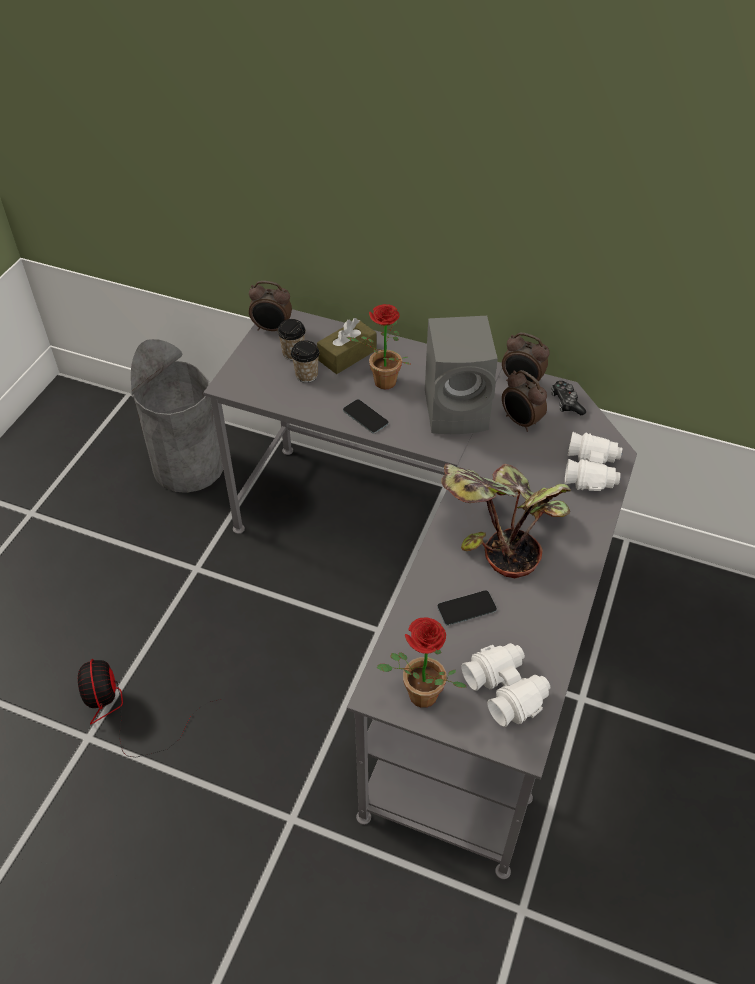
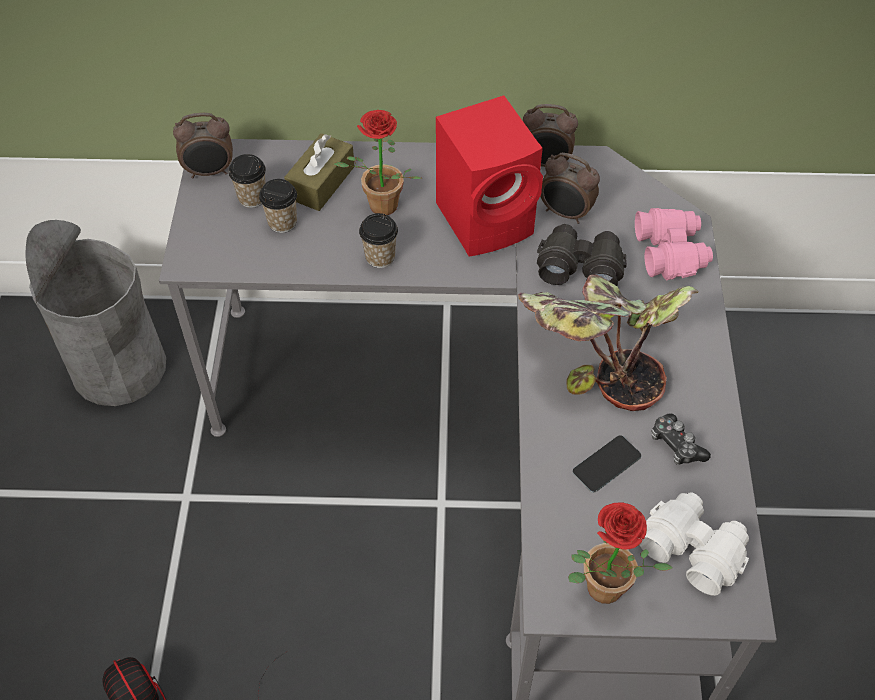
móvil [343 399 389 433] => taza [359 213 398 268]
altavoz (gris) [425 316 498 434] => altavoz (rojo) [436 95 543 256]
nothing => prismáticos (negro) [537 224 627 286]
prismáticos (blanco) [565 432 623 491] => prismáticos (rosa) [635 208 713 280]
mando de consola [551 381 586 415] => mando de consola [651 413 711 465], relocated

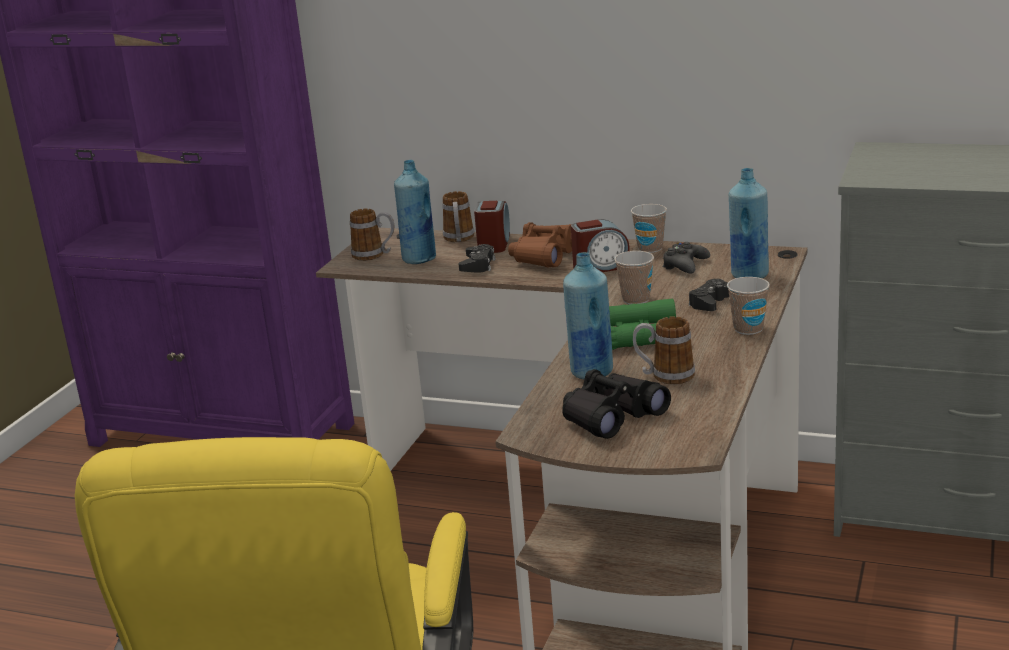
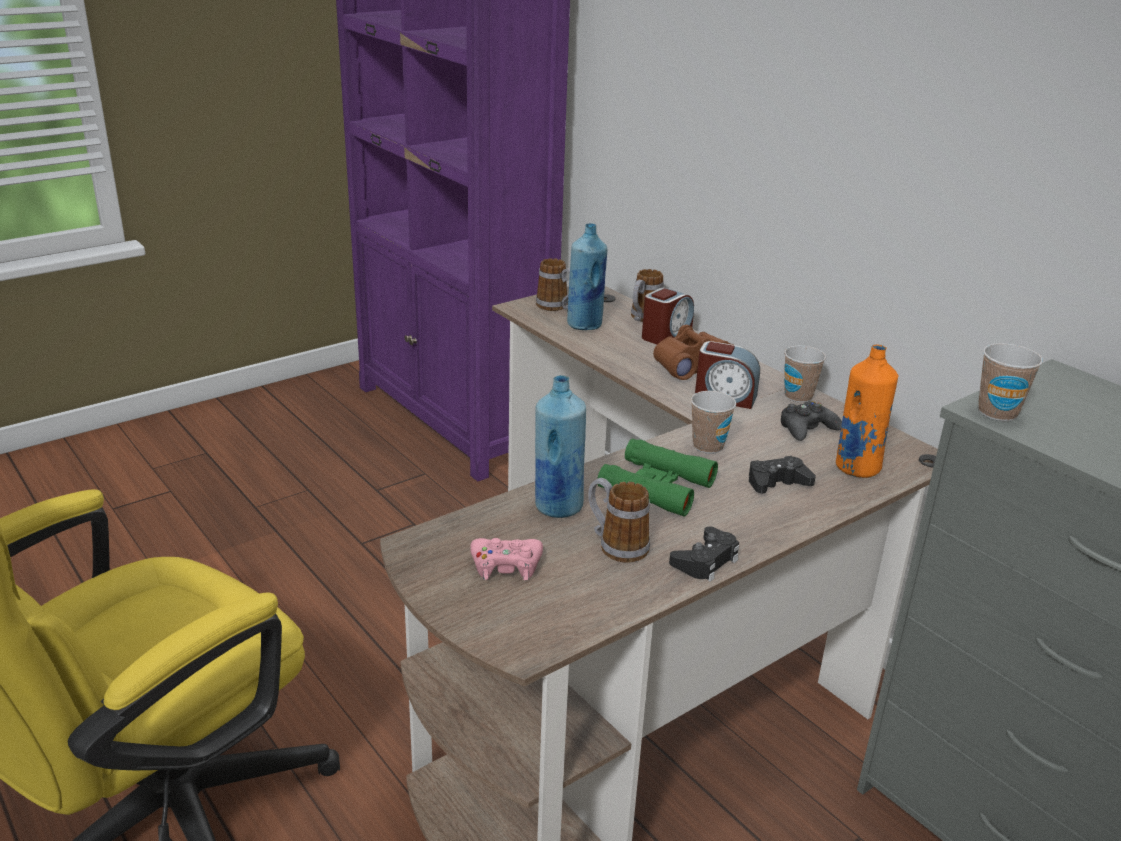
prismáticos (negro) [562 369 671 439] => mando de consola (rosa) [470 538 543 580]
mando de consola (negro) [458 244 496 273] => mando de consola (negro) [669 526 739 582], relocated
botella (azul) [729 168 769 278] => botella (naranja) [836 344 899 478]
taza [727 277 770 335] => taza [978 343 1043 421], relocated

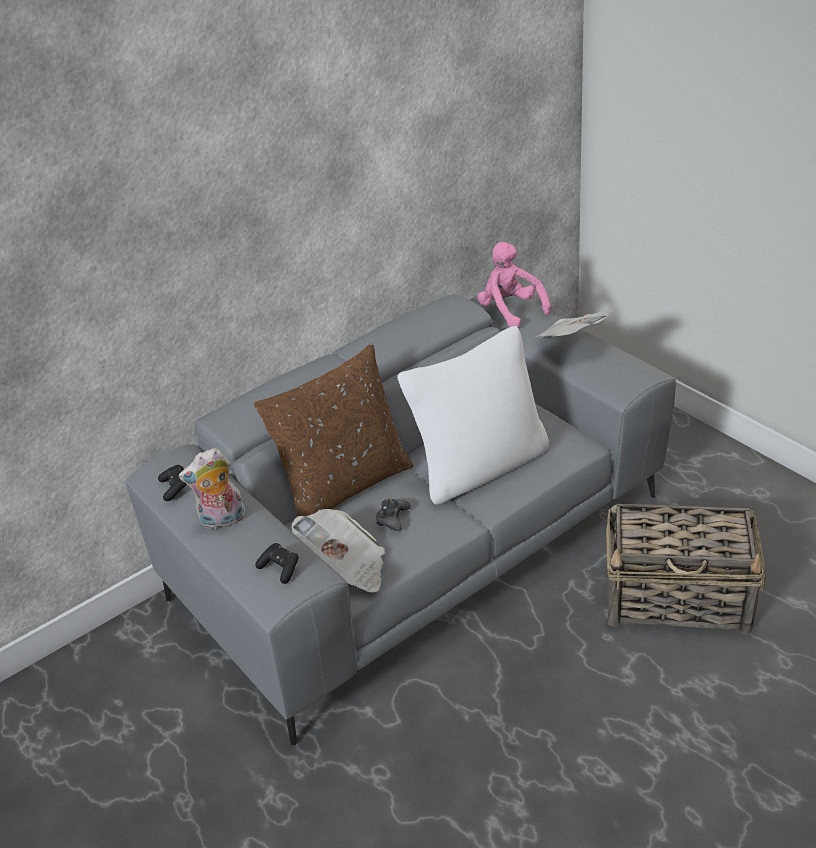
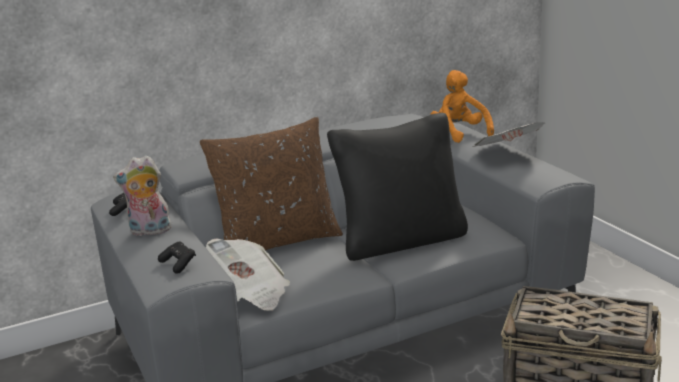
cojín (blanco) [397 326 549 505] => cojín (negro) [327 113 468 261]
peluche (rosa) [477 242 551 327] => peluche (naranja) [430 70 494 143]
mando de consola (negro) [376 498 411 531] => nothing

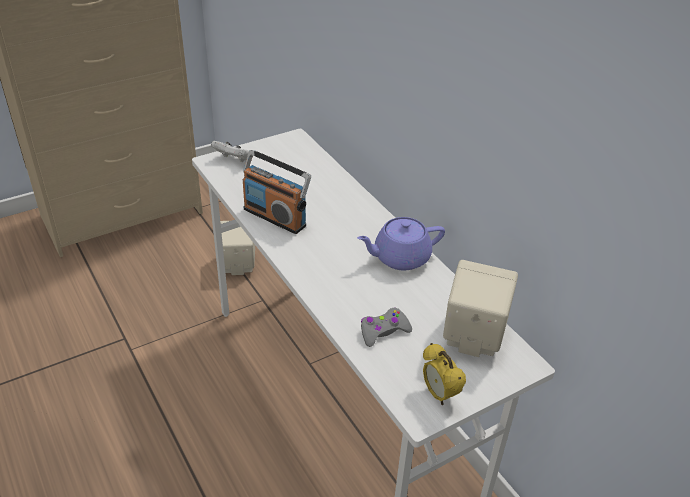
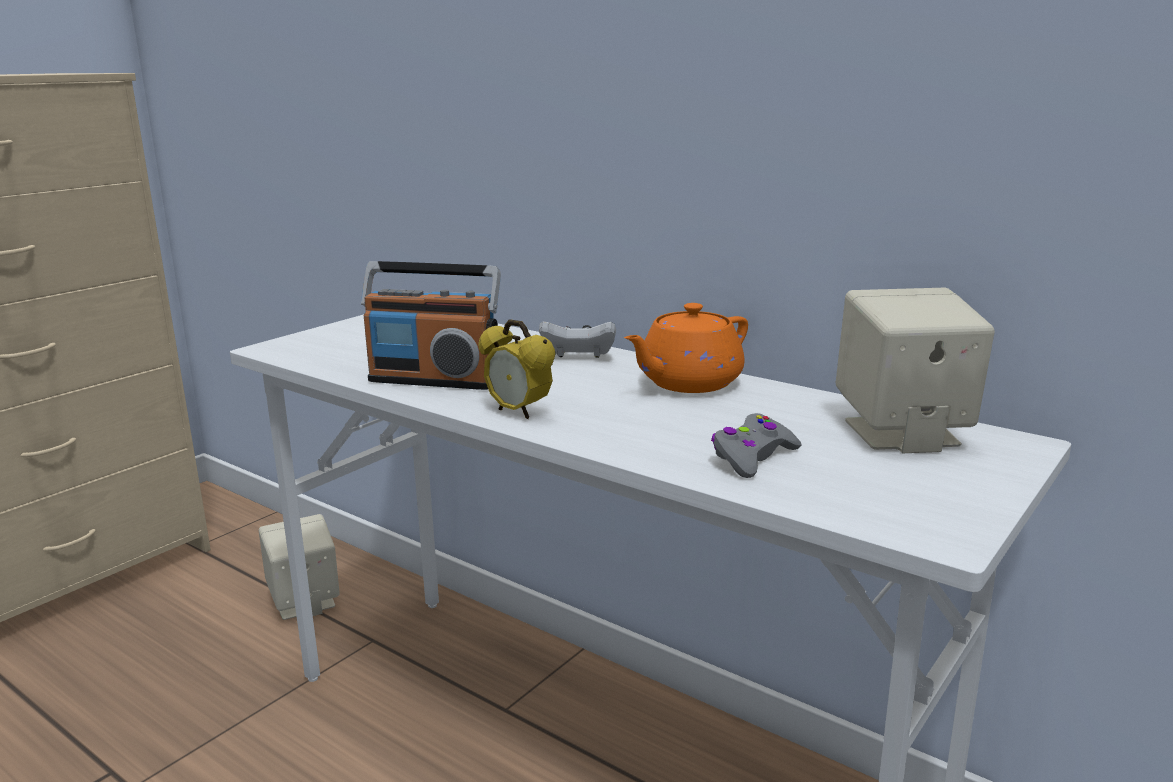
despertador [423 343 466 405] => despertador [479 319 555 419], relocated
mando de consola (blanco) [211 141 249 162] => mando de consola (blanco) [539 321 616 358], relocated
tetera (morado) [357 217 445 270] => tetera (naranja) [624 303 748 393]

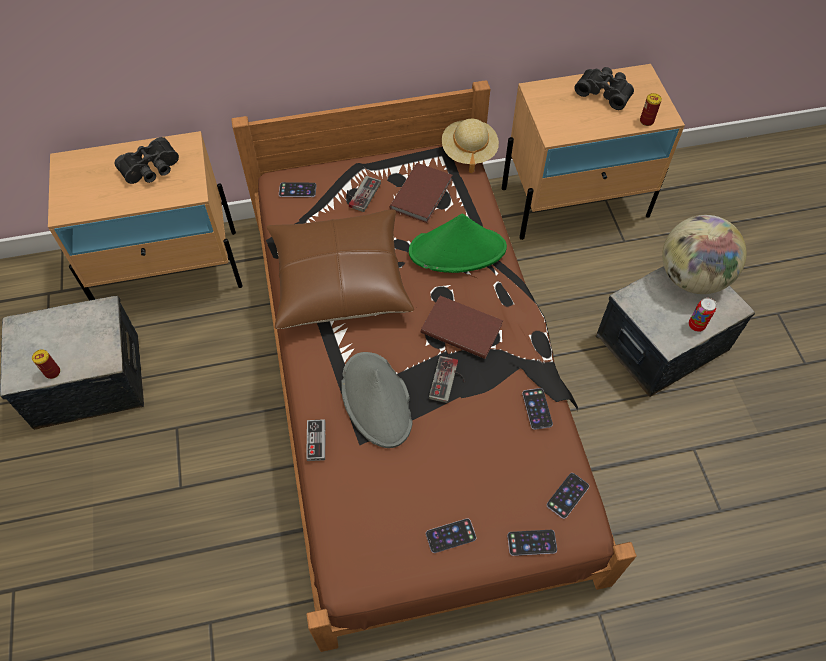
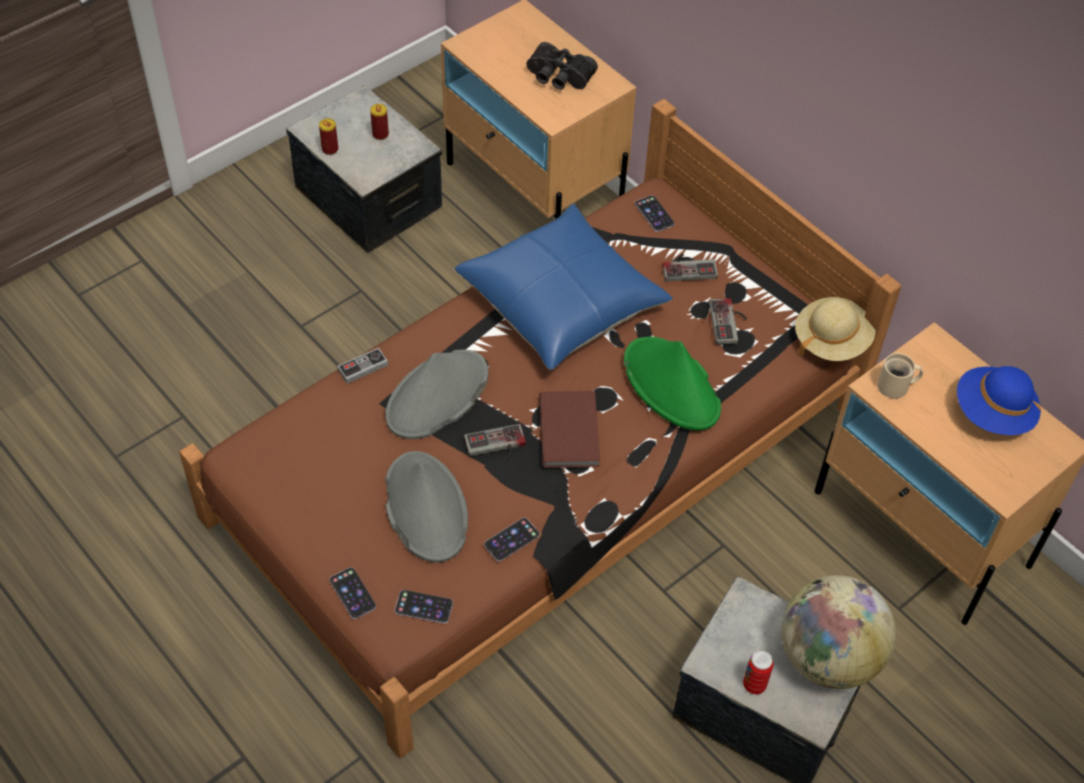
lata [640 93 662 126] => lata [370 104 389 140], relocated
nothing => sombrero (gris) [385 451 468 563]
cojín (marrón) [266 209 414 329] => cojín (azul) [455 204 673 370]
libro (marrón) [389 163 452 223] => mando de consola [709 298 747 345]
nothing => taza grande (beis) [877 353 923 399]
prismáticos (negro) [575 67 634 110] => sombrero (azul) [957 366 1041 435]
móvil [426 518 476 553] => nothing

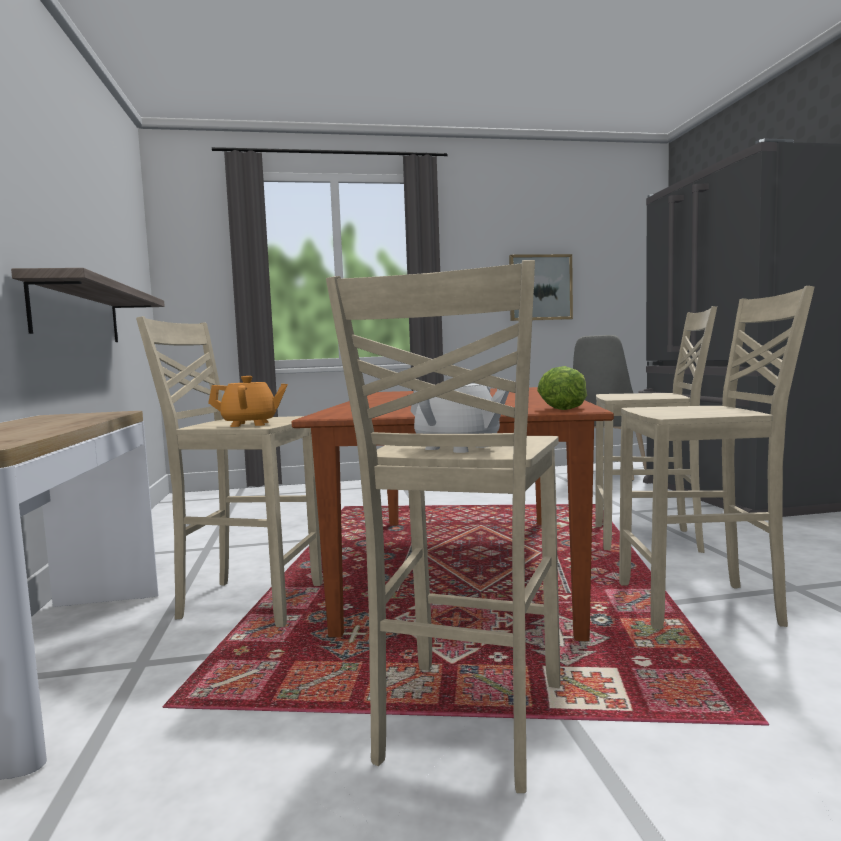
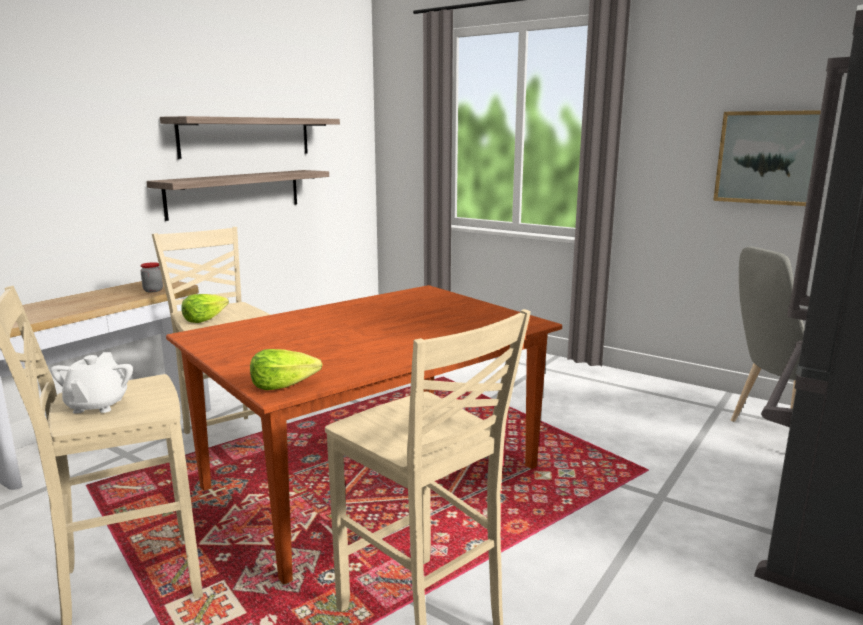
nothing => tarro [140 262 163 292]
nothing => estante [160 116 340 159]
tetera (naranja) [208 376 288 427] => lechuga [181 294 229 323]
taburete (beis) [595 306 717 553] => nothing

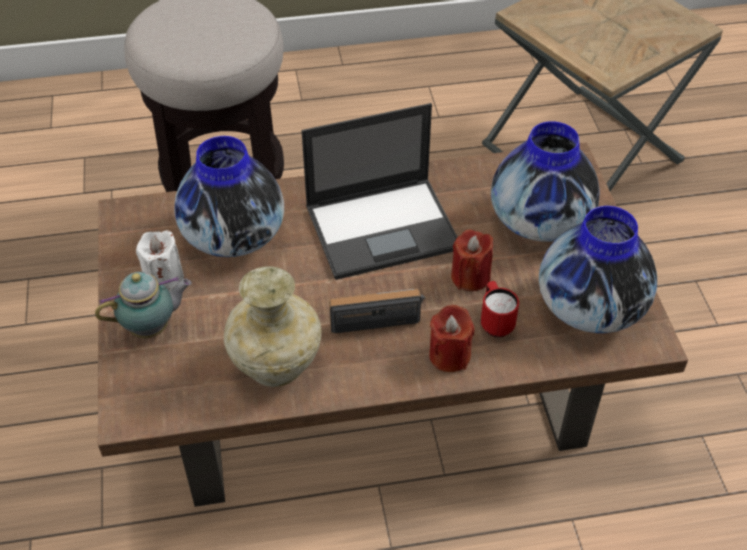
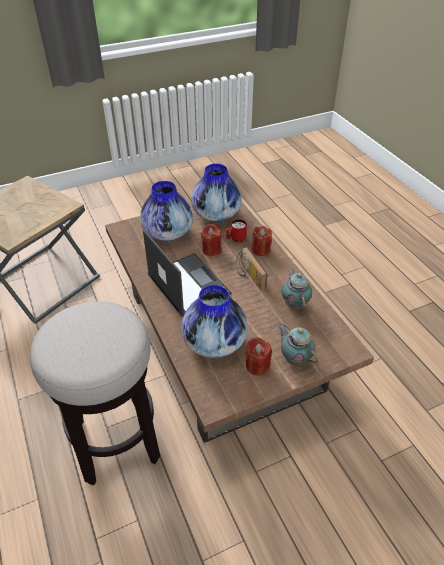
vela (blanco) [136 230 184 289] => vela (rojo) [246 337 272 375]
florero (beis) [224 266 321 387] => tetera [282 268 312 309]

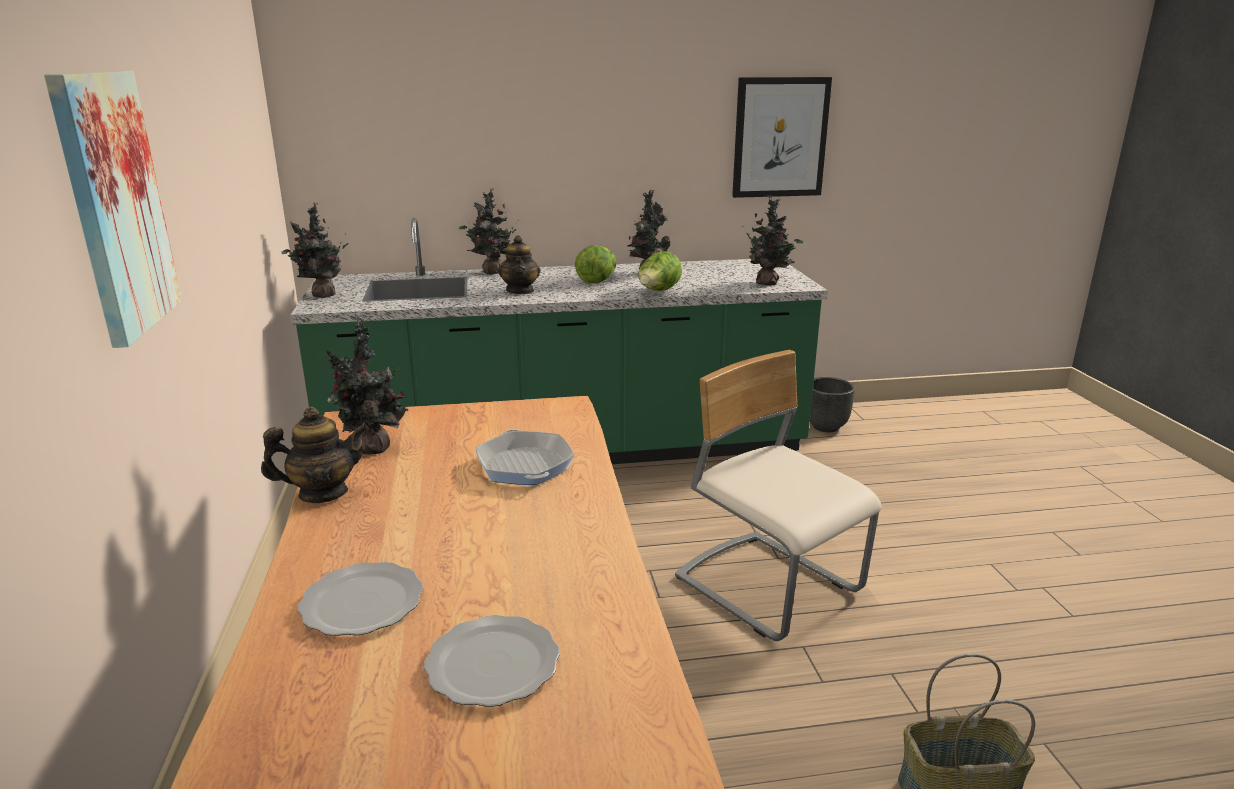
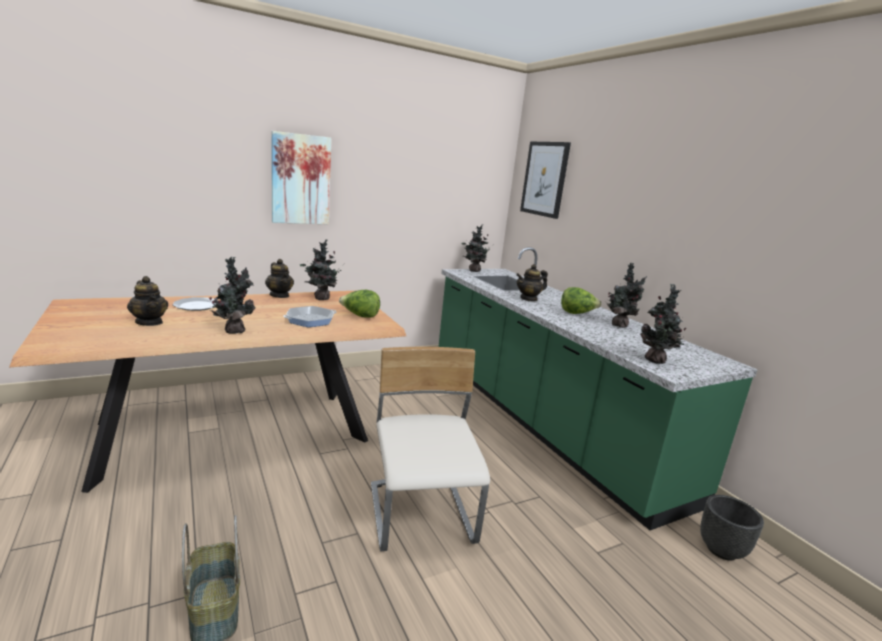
plato [424 615 560 707] => tetera [127 276 168 326]
planta en maceta [459 188 519 274] => planta en maceta [209 256 256 334], relocated
lechuga [638 251 682 291] => lechuga [339 290 380 318], relocated
silla (beis) [675 350 882 641] => silla (beis) [371 347 490 551], 45 degrees counterclockwise
cuadro [732 77 832 198] => cuadro [520 142 571 219], relocated

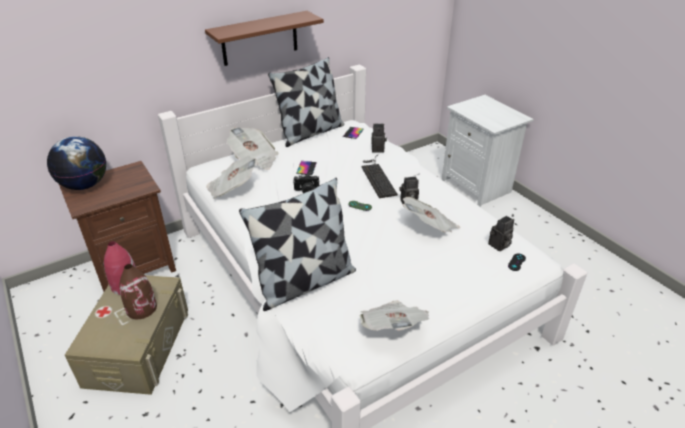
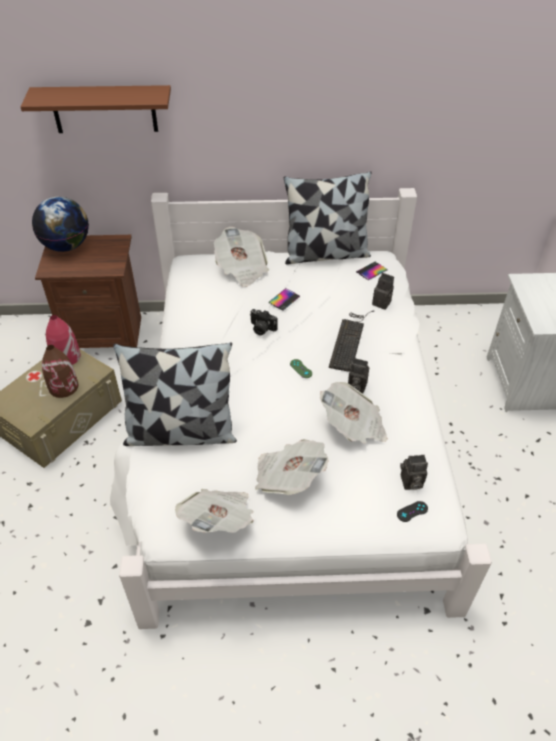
estante (marrón) [205 11 324 66] => estante (marrón) [20 85 171 133], relocated
periódico [206 156 258 199] => periódico [255 439 328 495], relocated

